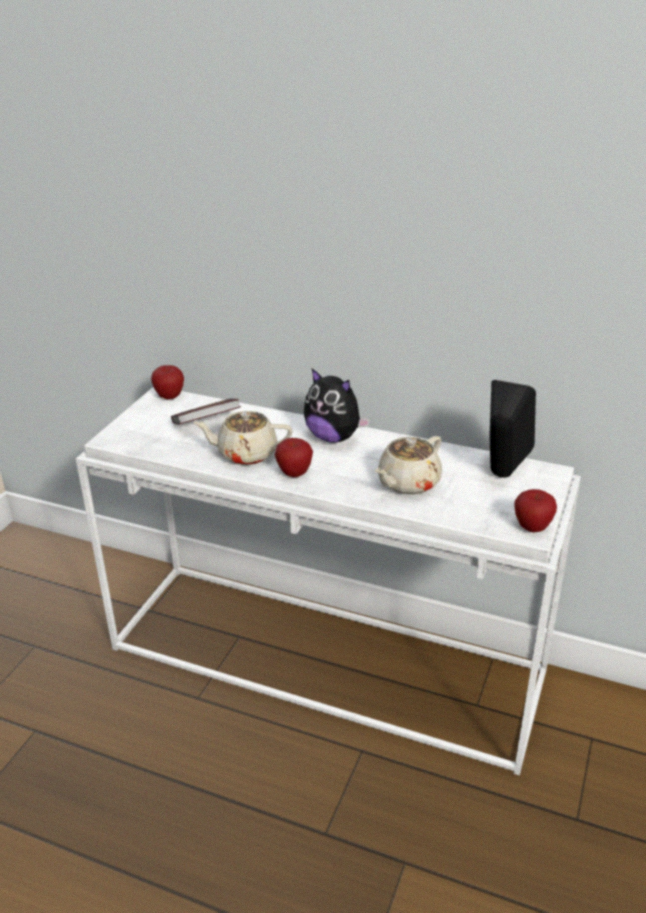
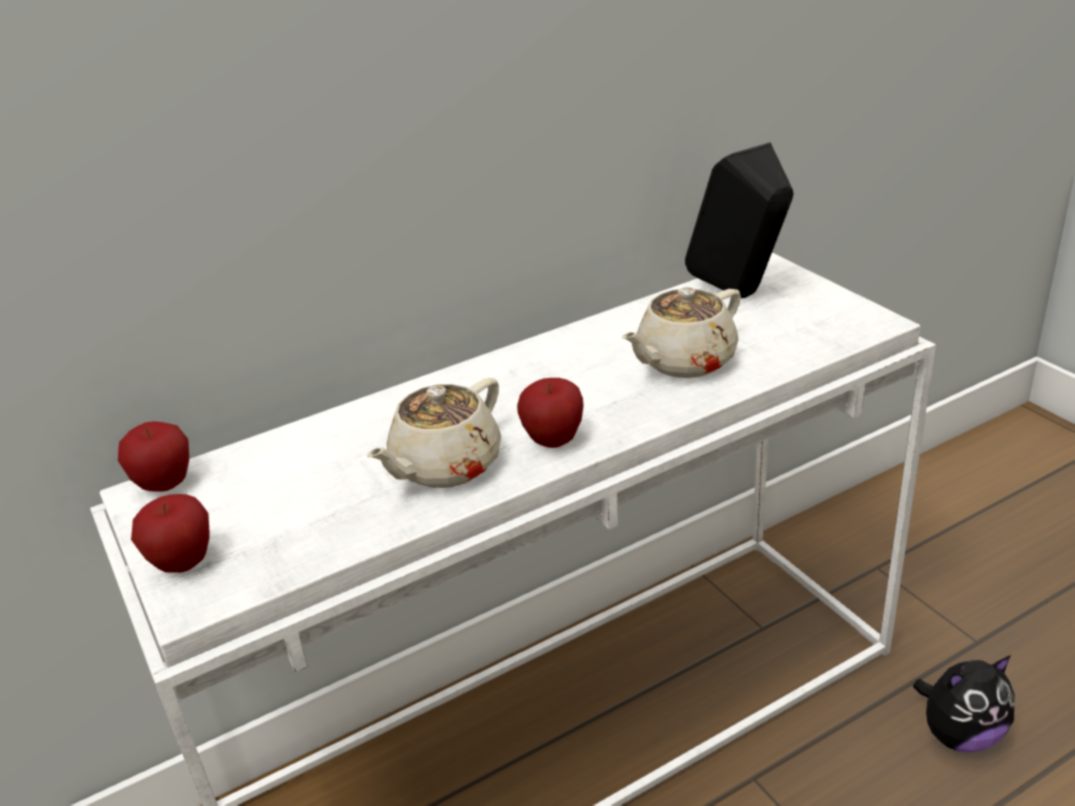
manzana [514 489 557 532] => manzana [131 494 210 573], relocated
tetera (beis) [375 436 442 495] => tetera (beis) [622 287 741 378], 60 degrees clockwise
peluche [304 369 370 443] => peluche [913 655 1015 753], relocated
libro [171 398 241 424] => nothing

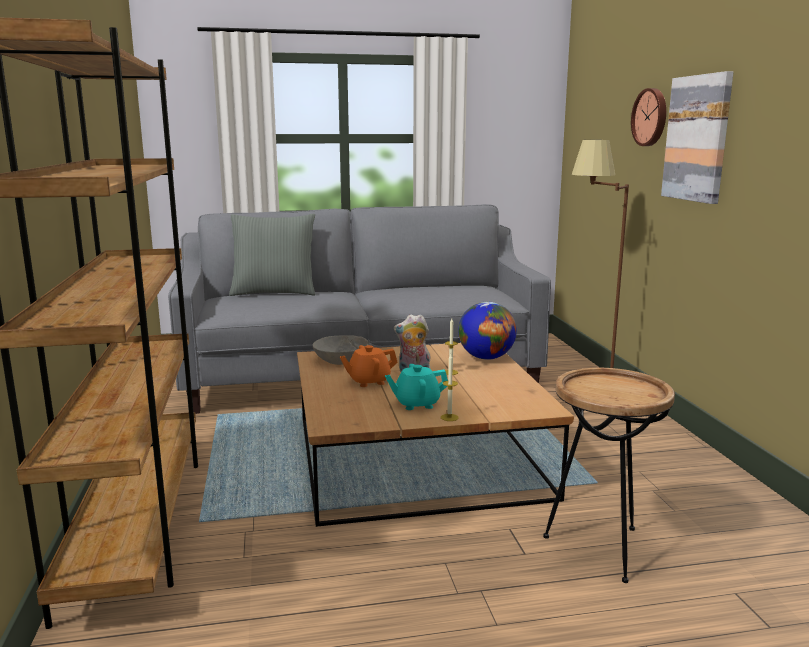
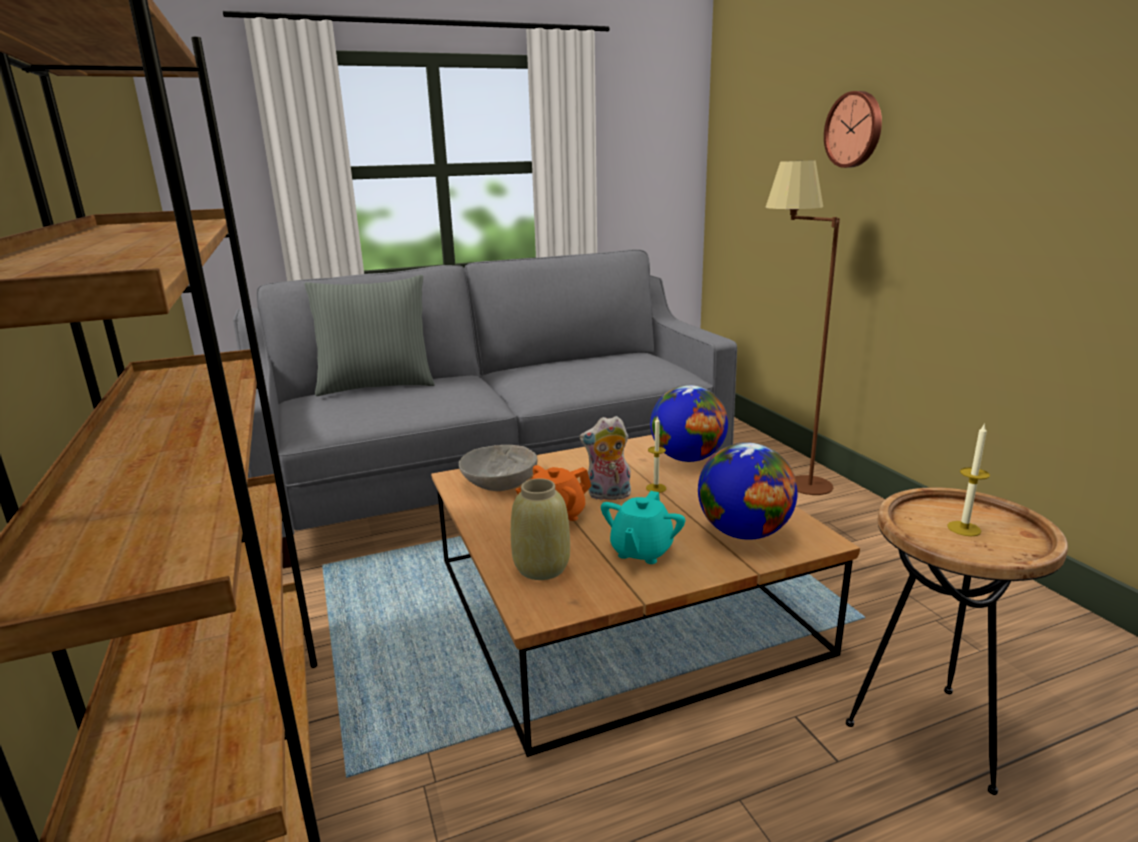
nothing => florero (beis) [511 479 570 580]
tetera (turquesa) [385 364 448 410] => tetera (turquesa) [601 491 685 564], 45 degrees counterclockwise
nothing => globo terráqueo [698 442 798 540]
vela [441 354 459 421] => vela [947 423 990 536], relocated
cuadro [661 71 734 204] => nothing

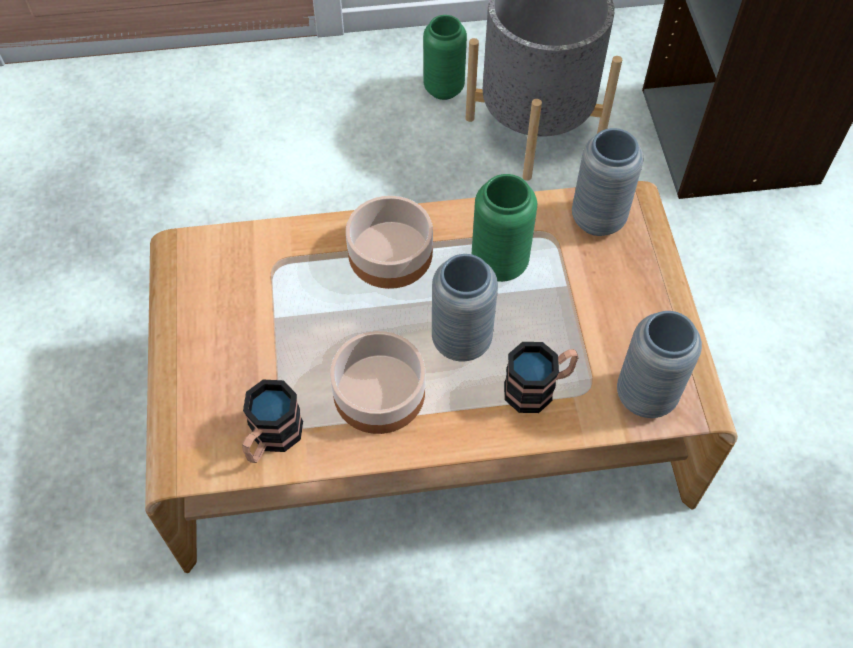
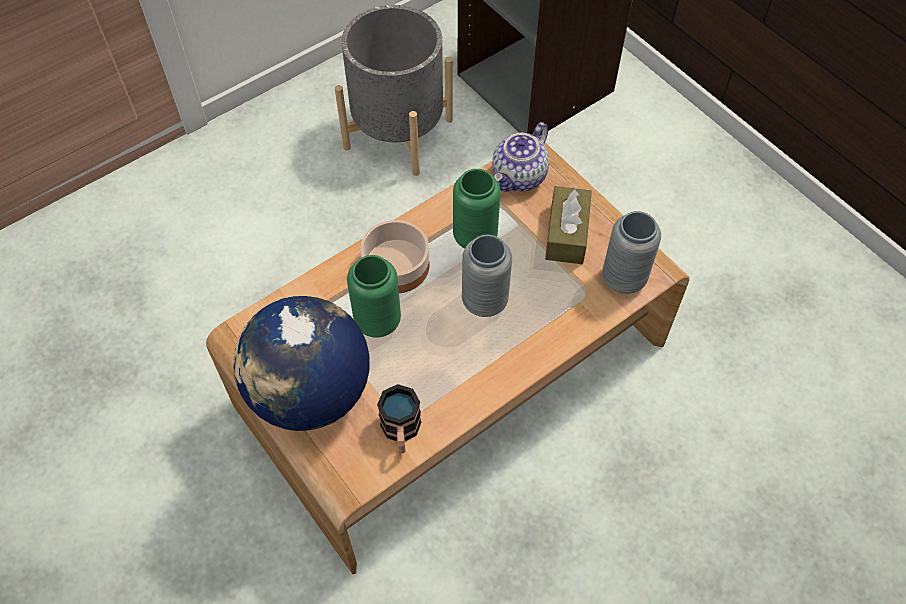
nothing => globo terráqueo [233 296 369 431]
florero (verde) [423 15 467 100] => florero (verde) [347 255 401 338], relocated
florero (gris) [572 128 643 236] => tetera [492 122 549 192]
nothing => caja de pañuelos (marrón) [545 186 592 264]
cuenco [330 331 425 434] => nothing
taza grande [504 342 579 413] => nothing

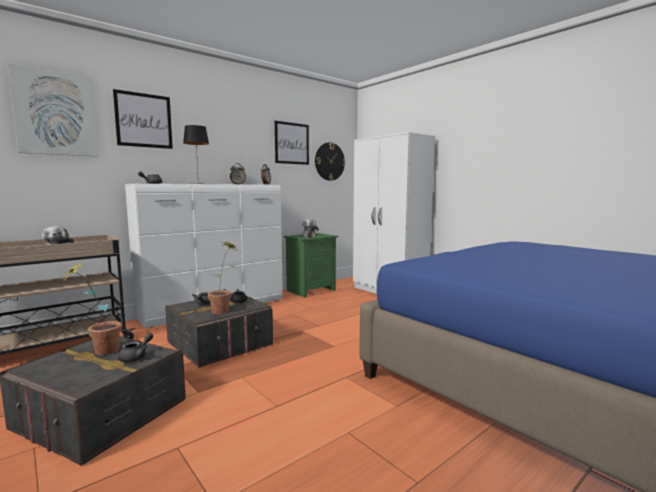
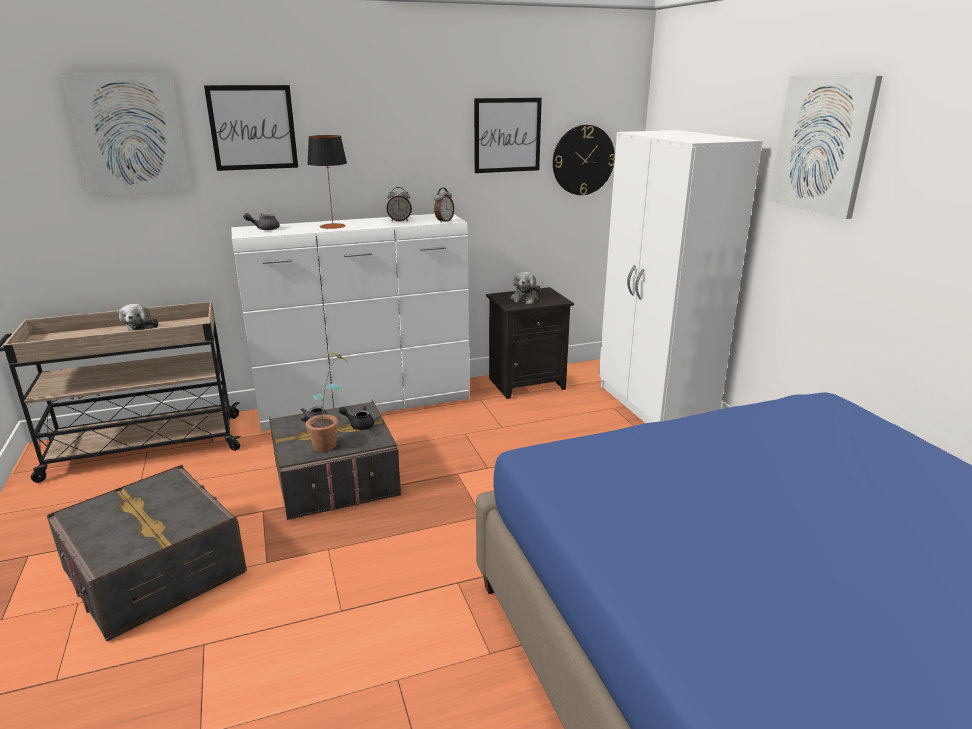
mesita de noche (verde) [284 233 338 297] => mesita de noche (negro) [486 287 574 399]
nothing => cuadro [769 76 883 219]
planta en maceta [63 263 122 355] => nothing
tetera (gris) [118 333 153 362] => nothing

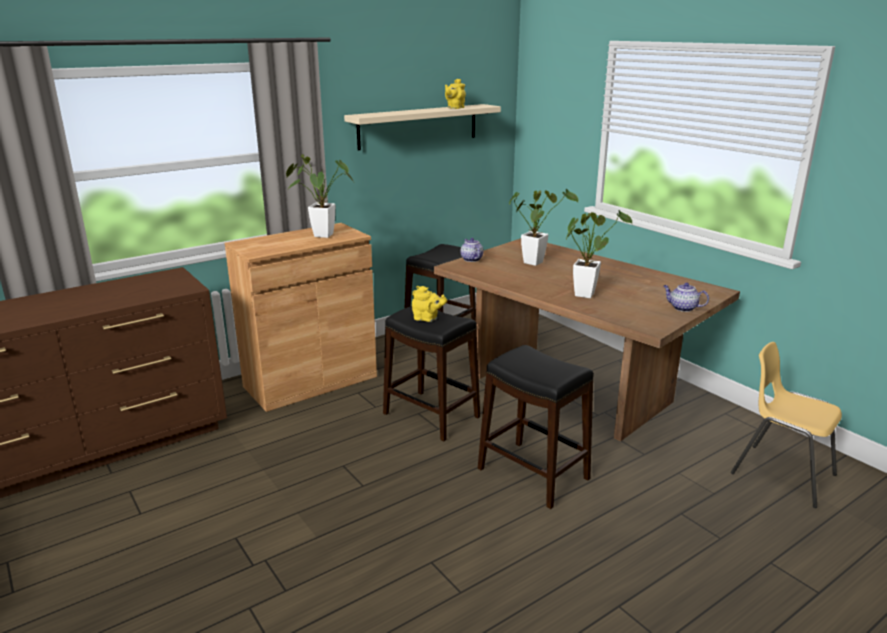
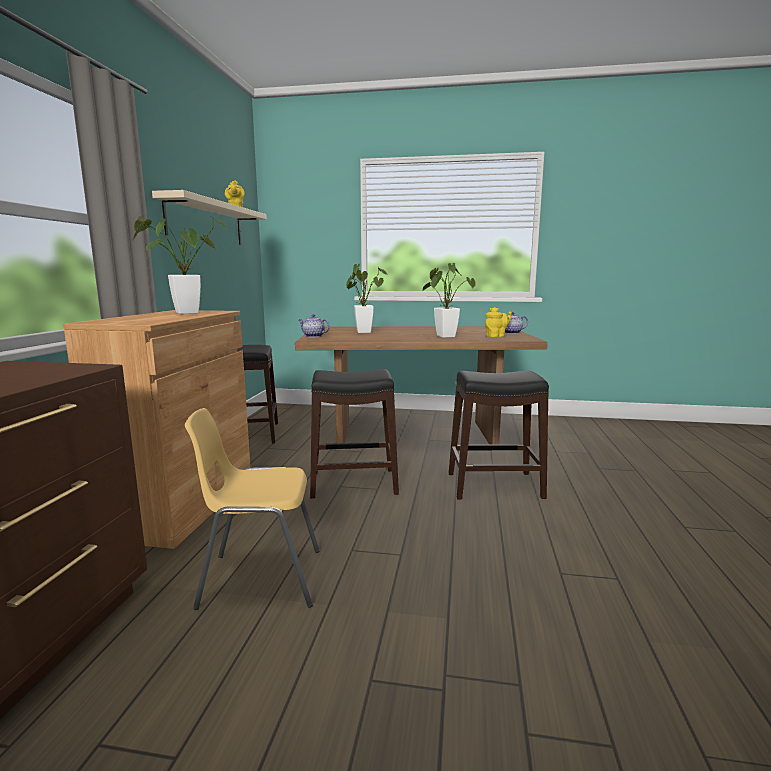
silla (amarillo) [731 342 842 508] => silla (amarillo) [185 408 319 610], relocated
tetera (amarillo) [412 286 447 322] => tetera (amarillo) [485 307 512 337], relocated

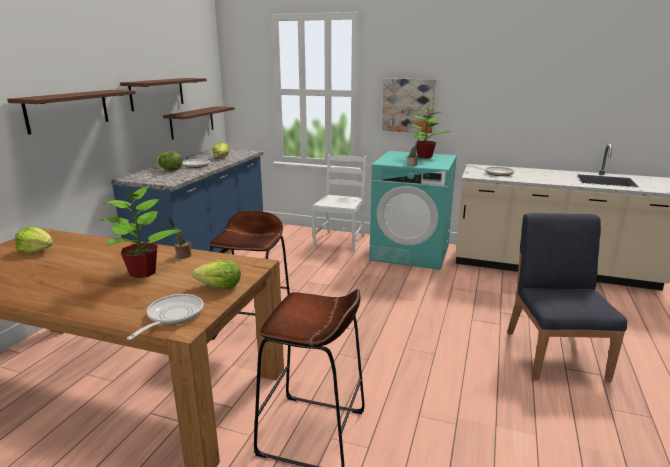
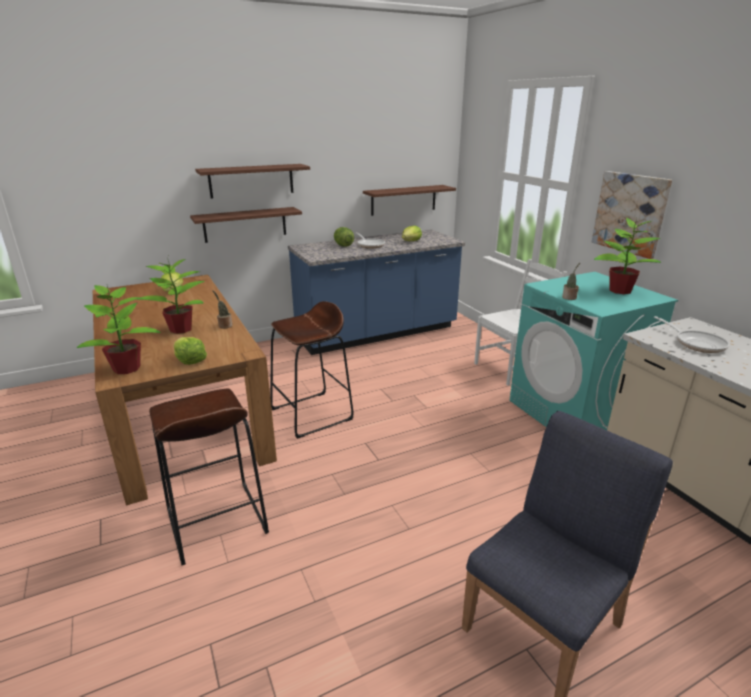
sartén [126 294 204 340] => planta en maceta [77 285 161 374]
estante (marrón) [120 78 207 111] => estante (marrón) [190 207 302 243], relocated

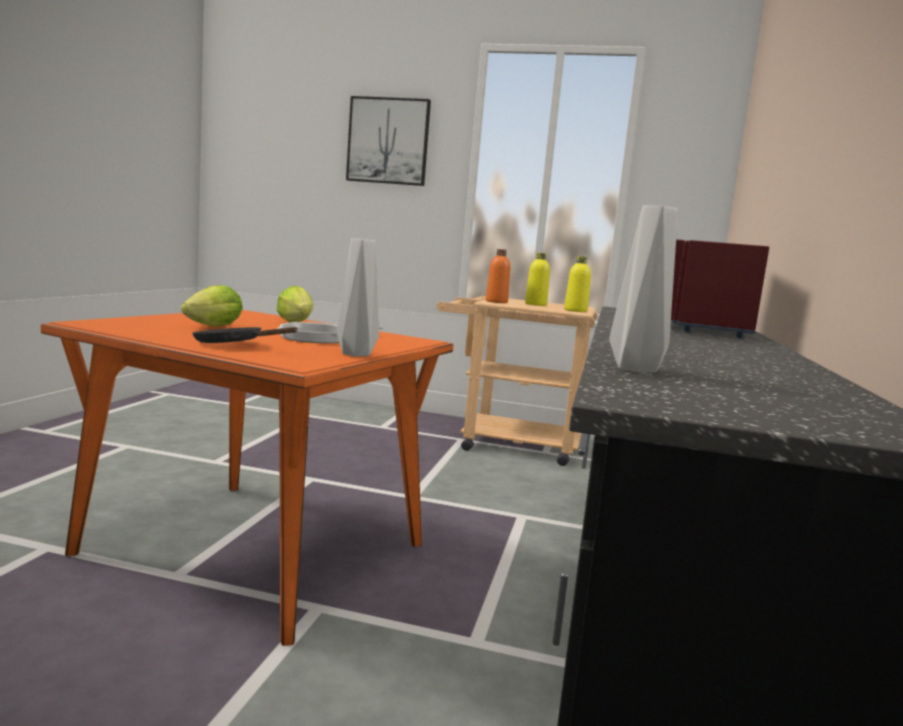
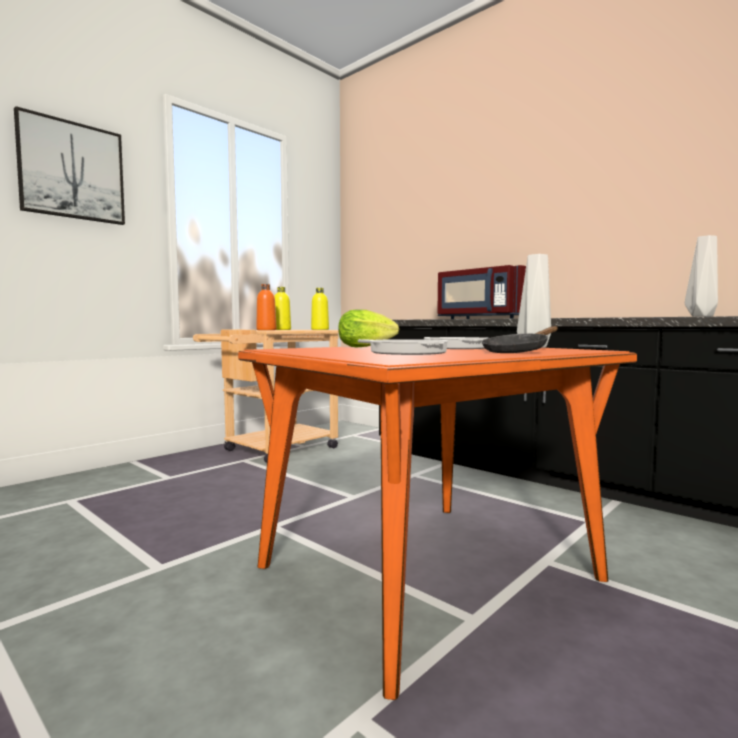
lechuga [181 285 243 326] => sartén [358 339 448 355]

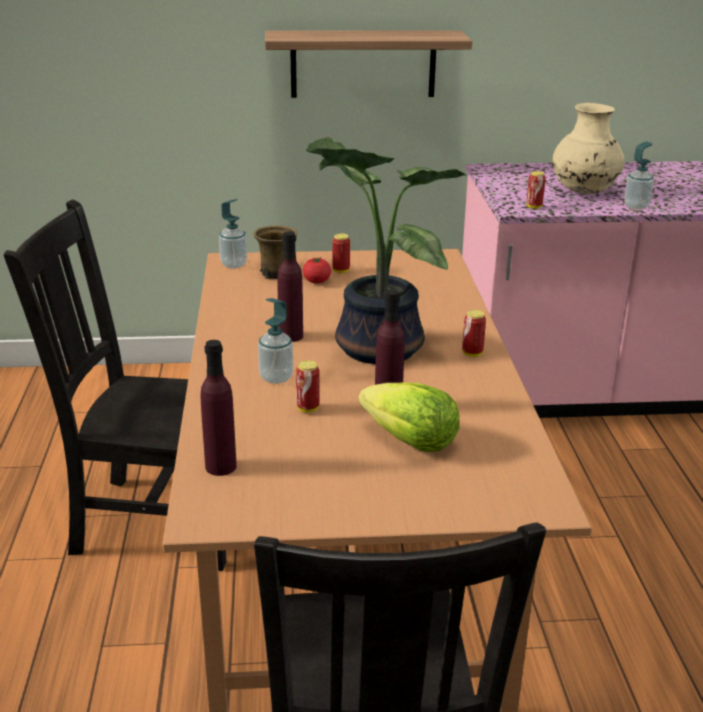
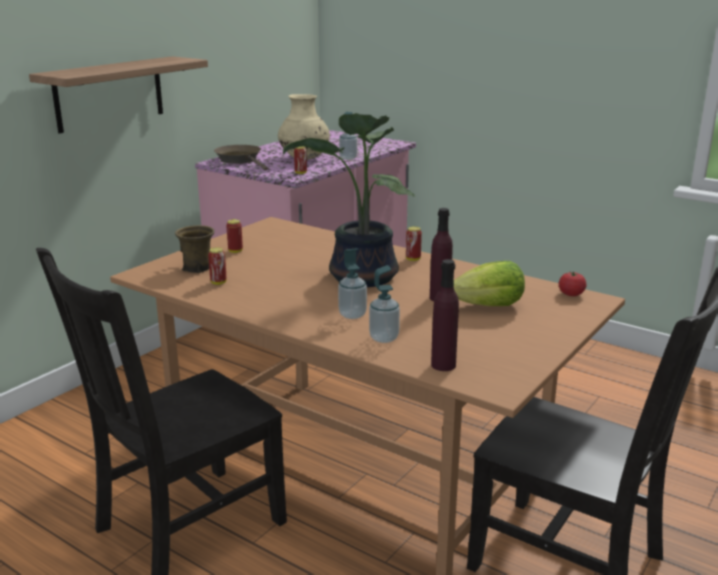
lata [296 360 320 413] => lata [208 247 226 285], relocated
nothing => sartén (marrón) [214 145 268 170]
dispensador de jabón [219 199 247 269] => dispensador de jabón [369 265 400 343], relocated
tomate [303 257 331 284] => tomate [559 271 587 296], relocated
botella (morado) [277 231 303 342] => nothing

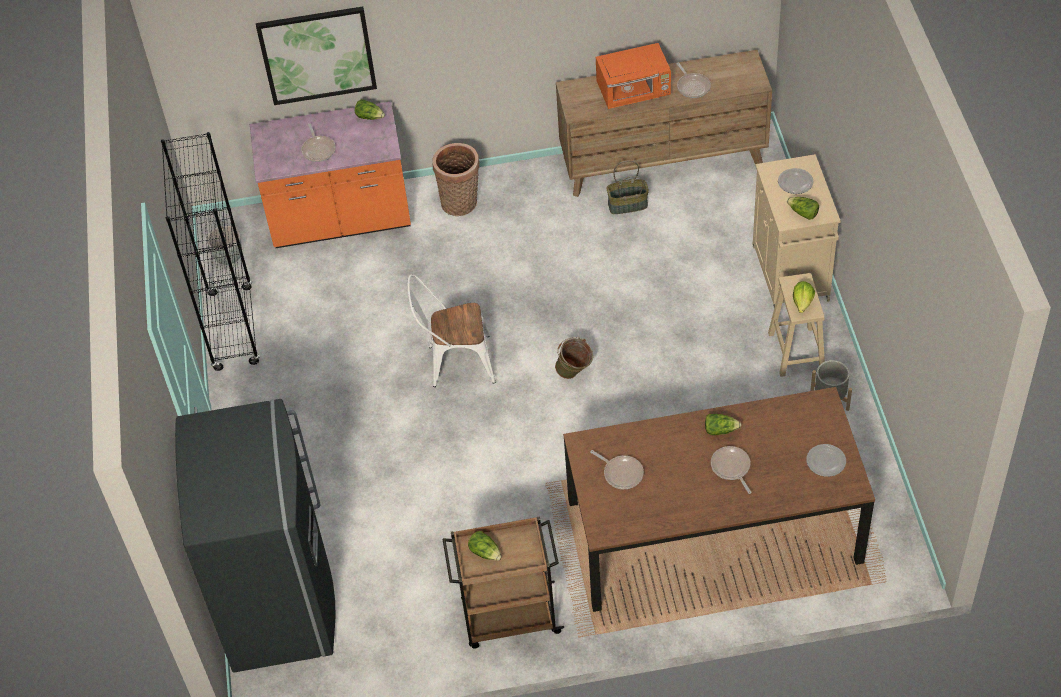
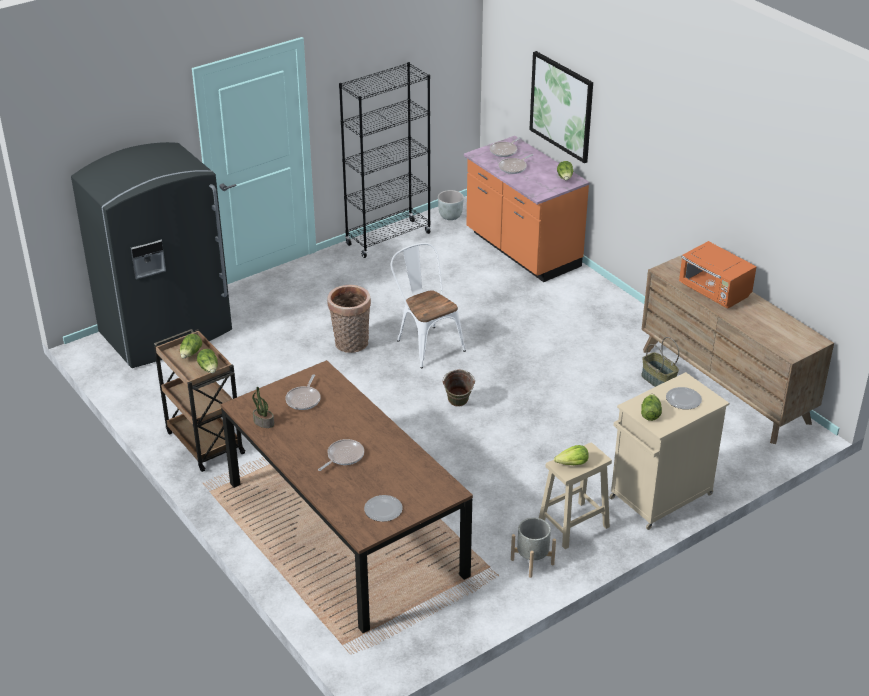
lechuga [705 414 742 435] => lechuga [197 349 218 373], relocated
nothing => planta en maceta [252 387 274 428]
cesta [432 143 479 216] => cesta [328 285 371 353], relocated
sartén [677 63 711 98] => sartén [490 137 521 157], relocated

